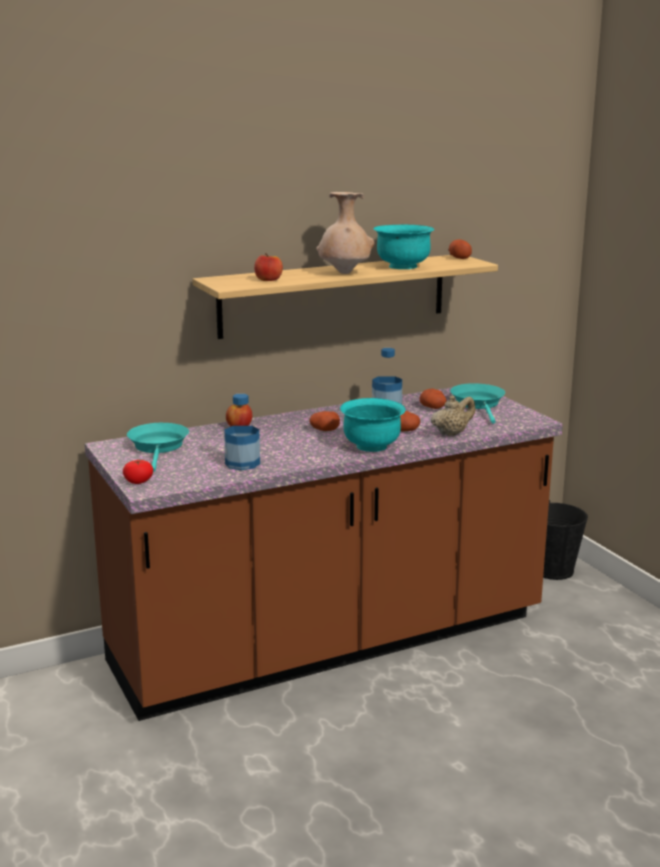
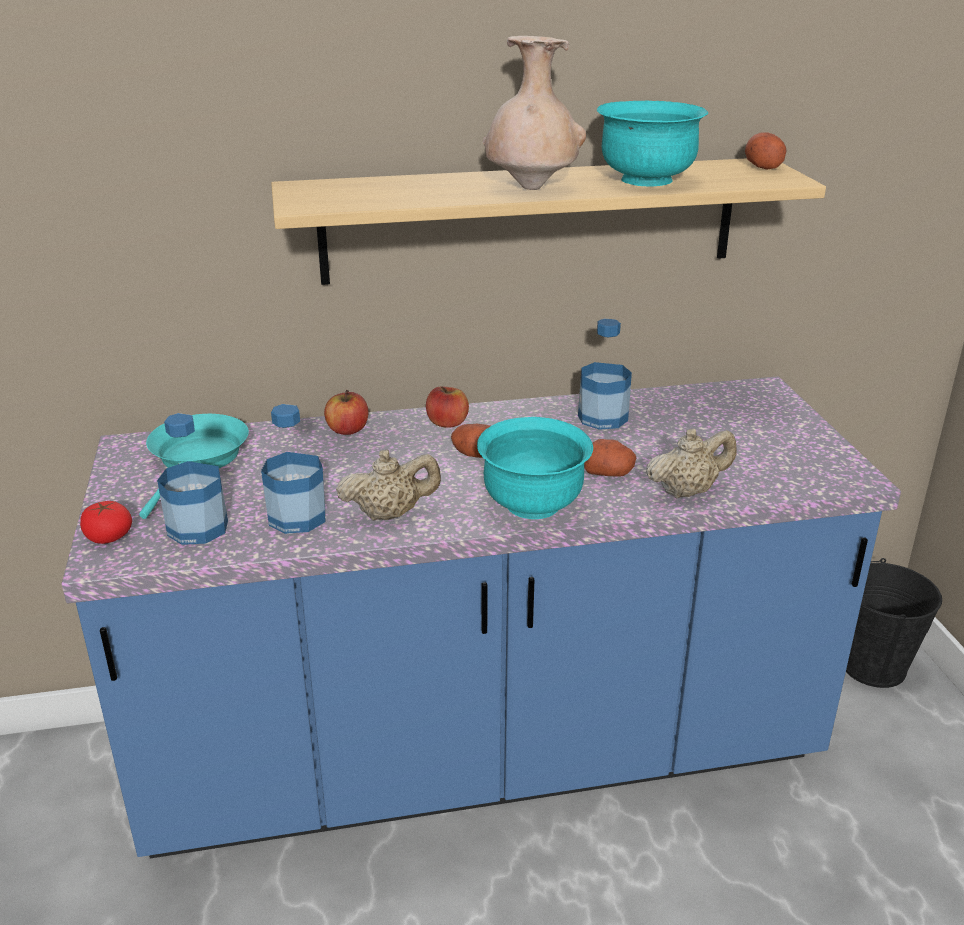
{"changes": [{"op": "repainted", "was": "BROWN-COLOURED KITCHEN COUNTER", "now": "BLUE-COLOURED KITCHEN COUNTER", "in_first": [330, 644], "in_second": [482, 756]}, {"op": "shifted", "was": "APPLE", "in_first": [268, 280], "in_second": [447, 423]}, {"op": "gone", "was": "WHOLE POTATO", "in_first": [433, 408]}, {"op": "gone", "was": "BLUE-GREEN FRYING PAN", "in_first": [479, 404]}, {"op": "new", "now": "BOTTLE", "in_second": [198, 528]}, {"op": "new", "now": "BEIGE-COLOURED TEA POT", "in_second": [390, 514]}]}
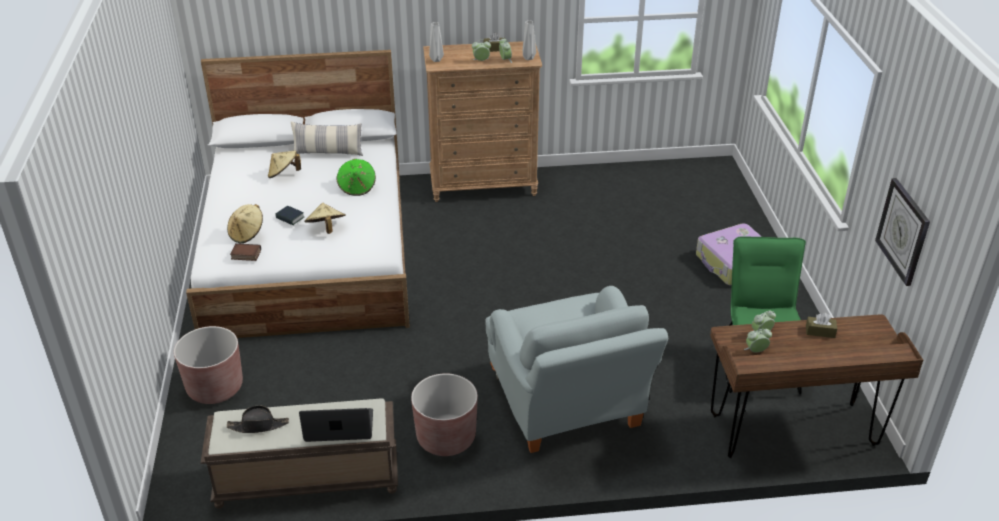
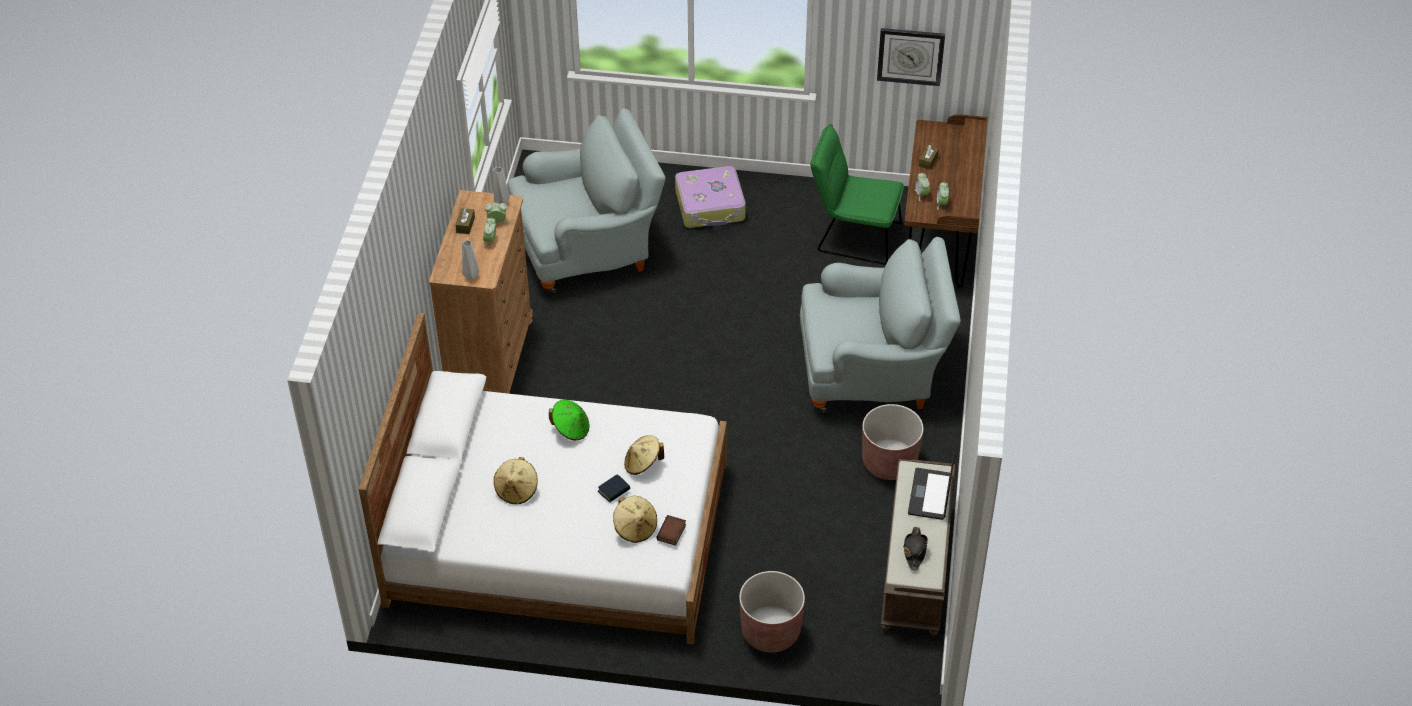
{"changes": [{"op": "gone", "was": "THROW PILLOW", "in_first": [328, 152]}, {"op": "new", "now": "GREYISH ARMCHAIR", "in_second": [589, 248]}]}
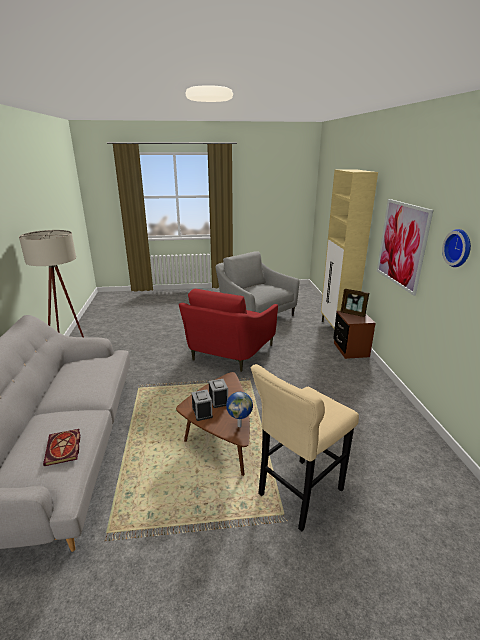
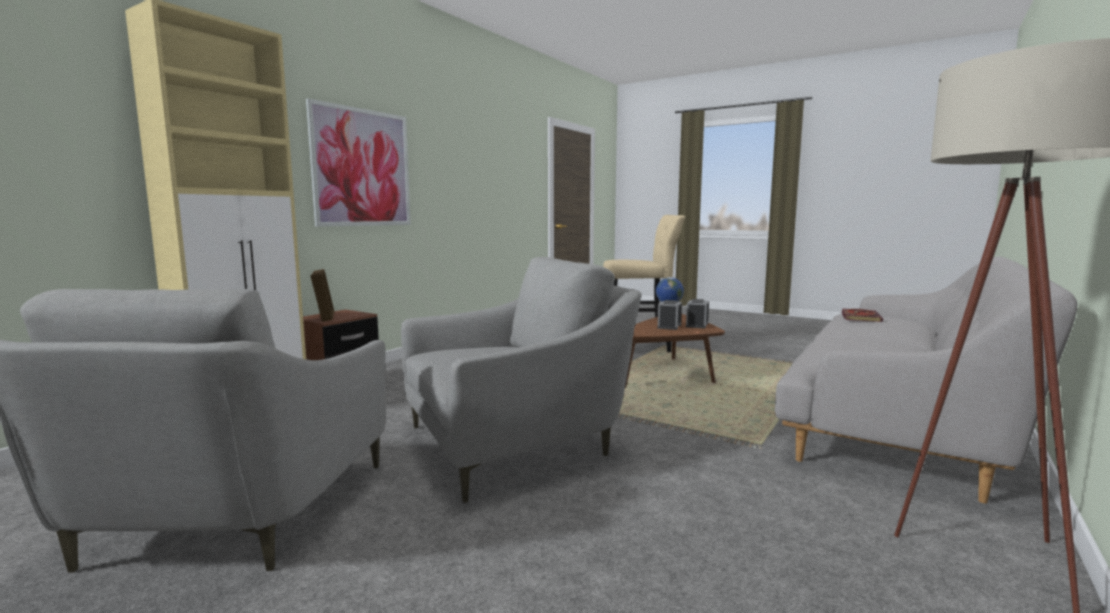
{"changes": [{"op": "repainted", "was": "RED-COLOURED ARMCHAIR", "now": "GREYISH ARMCHAIR", "in_first": [228, 353], "in_second": [516, 443]}, {"op": "gone", "was": "CLOCK ON THE WALL", "in_first": [459, 248]}]}
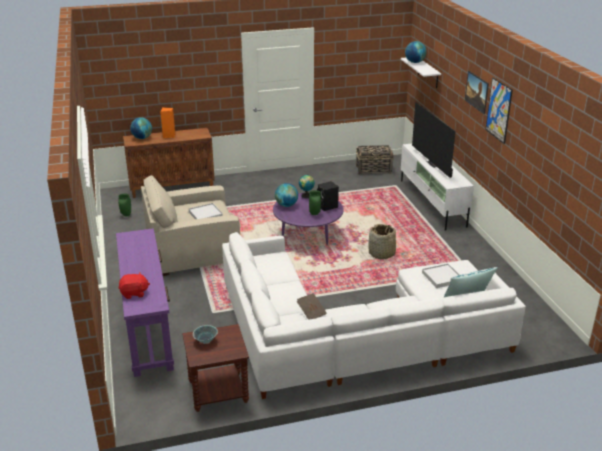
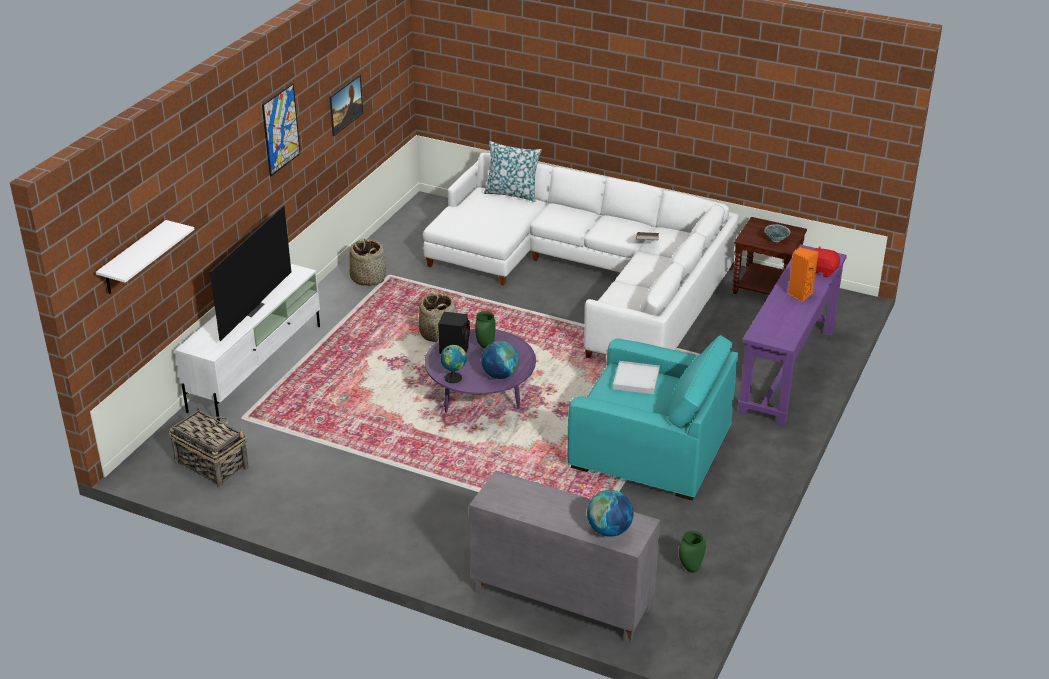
{"changes": [{"op": "repainted", "was": "BROWN-COLOURED CUPBOARD", "now": "GREYISH CUPBOARD", "in_first": [172, 187], "in_second": [560, 600]}, {"op": "repainted", "was": "BEIGE-COLOURED ARMCHAIR", "now": "BLUE-GREEN ARMCHAIR", "in_first": [192, 250], "in_second": [651, 448]}, {"op": "shifted", "was": "ORANGEY LOUDSPEAKER", "in_first": [169, 136], "in_second": [799, 294]}, {"op": "gone", "was": "GLOBE", "in_first": [414, 62]}, {"op": "gone", "was": "WHITE-COLOURED CARRYING TRAY", "in_first": [442, 277]}, {"op": "shifted", "was": "WALL ART", "in_first": [476, 99], "in_second": [346, 114]}, {"op": "new", "now": "HOUSEHOLD BASKET", "in_second": [368, 278]}]}
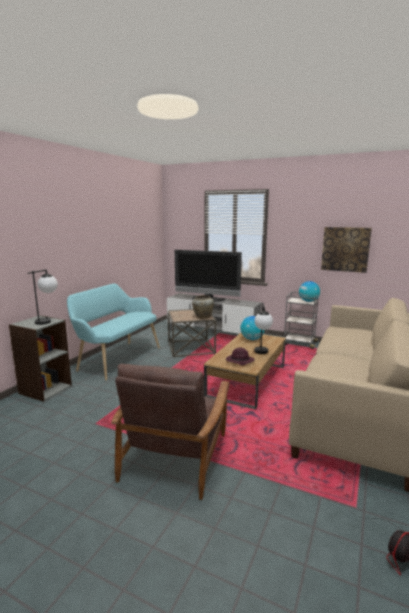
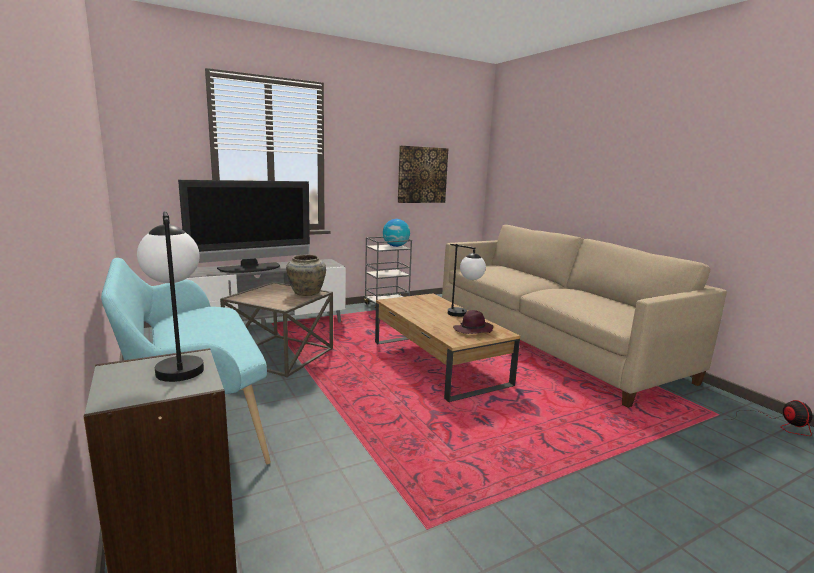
{"changes": [{"op": "gone", "was": "BROWN-COLOURED ARMCHAIR", "in_first": [176, 455]}, {"op": "gone", "was": "GLOBE", "in_first": [252, 339]}]}
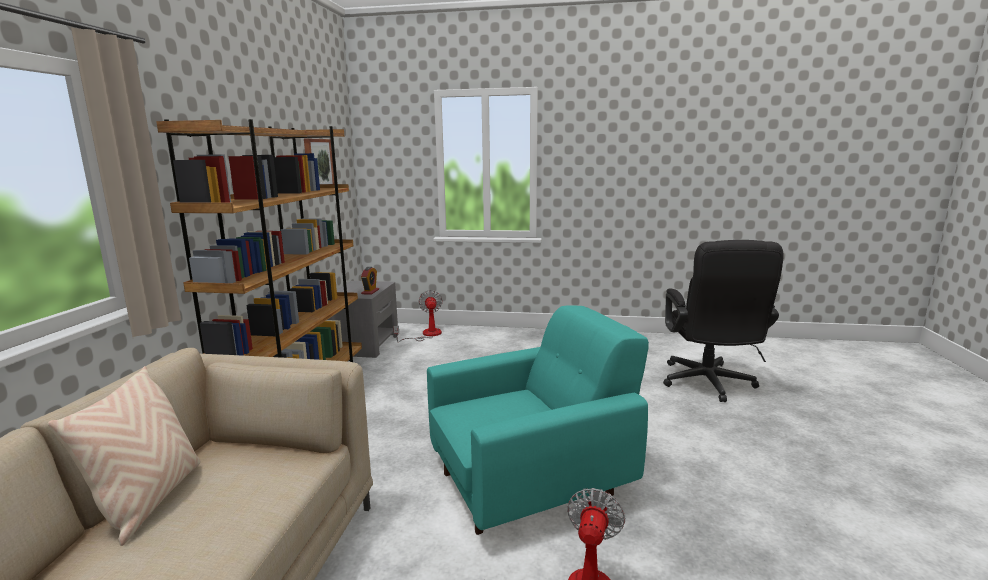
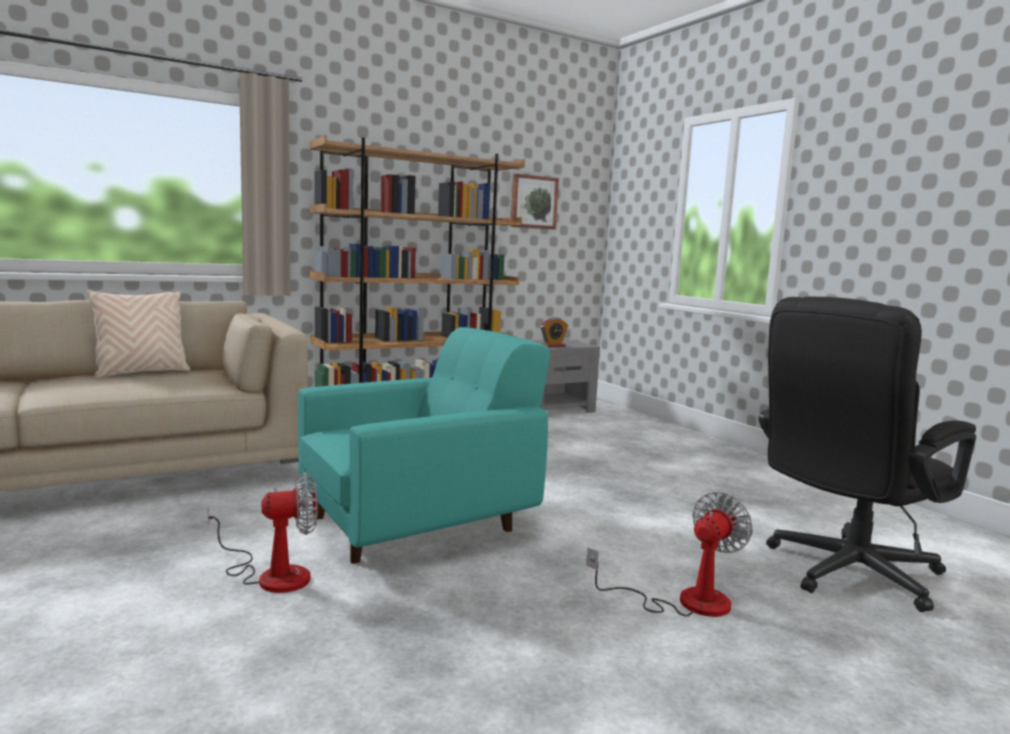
{"changes": [{"op": "shifted", "was": "ELECTRIC FAN", "in_first": [426, 335], "in_second": [685, 602]}, {"op": "rotated", "was": "BLUE-GREEN ARMCHAIR", "in_first": [532, 482], "in_second": [420, 523], "clockwise": -60}]}
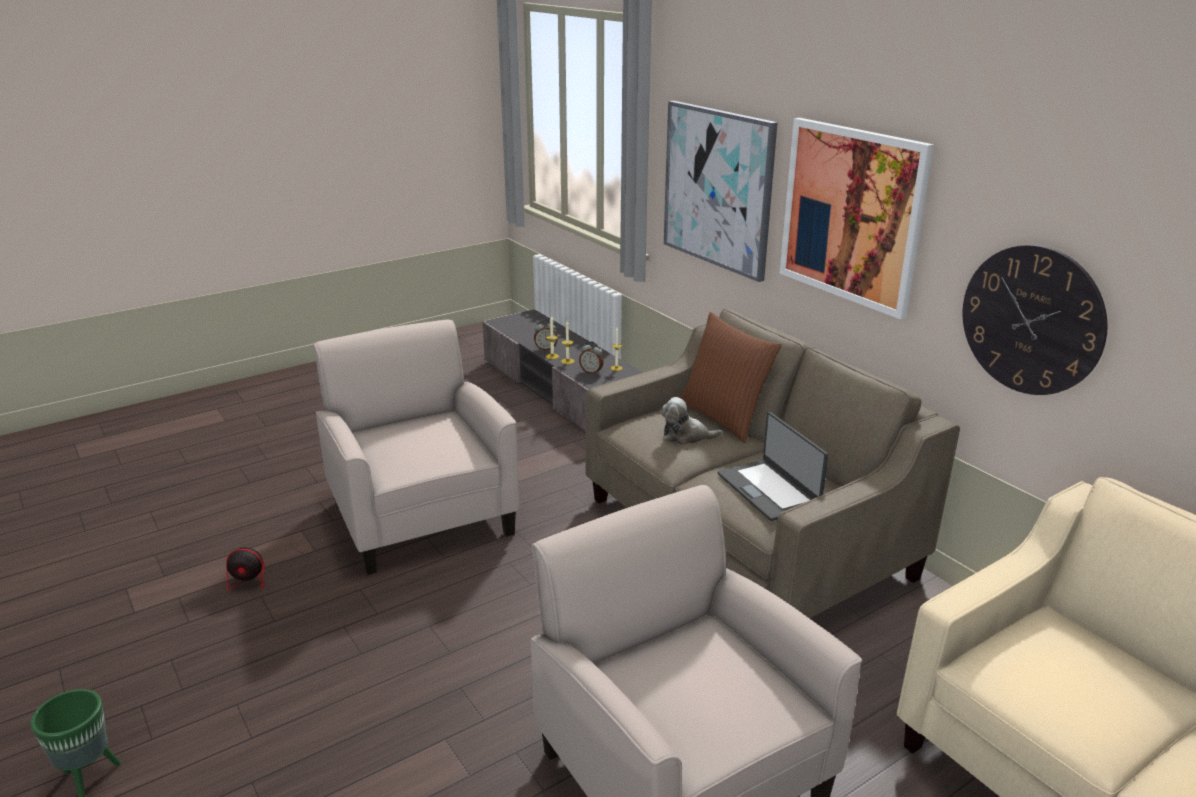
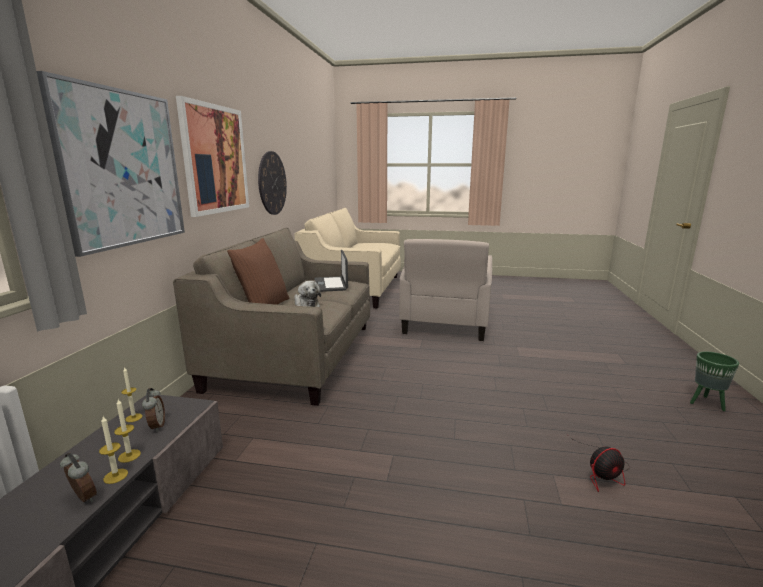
{"changes": [{"op": "rotated", "was": "ELECTRIC FAN", "in_first": [266, 575], "in_second": [603, 472], "clockwise": 120}, {"op": "gone", "was": "BEIGE-COLOURED ARMCHAIR", "in_first": [421, 516]}, {"op": "rotated", "was": "NOTEBOOK COMPUTER", "in_first": [769, 490], "in_second": [331, 284], "clockwise": 150}]}
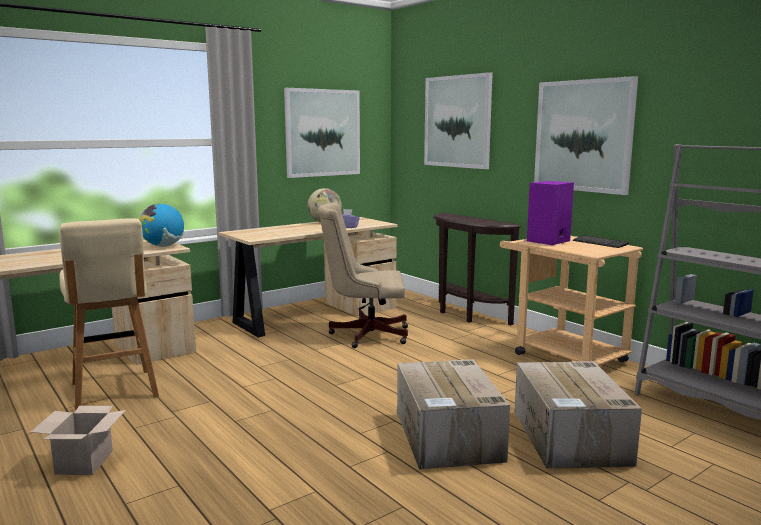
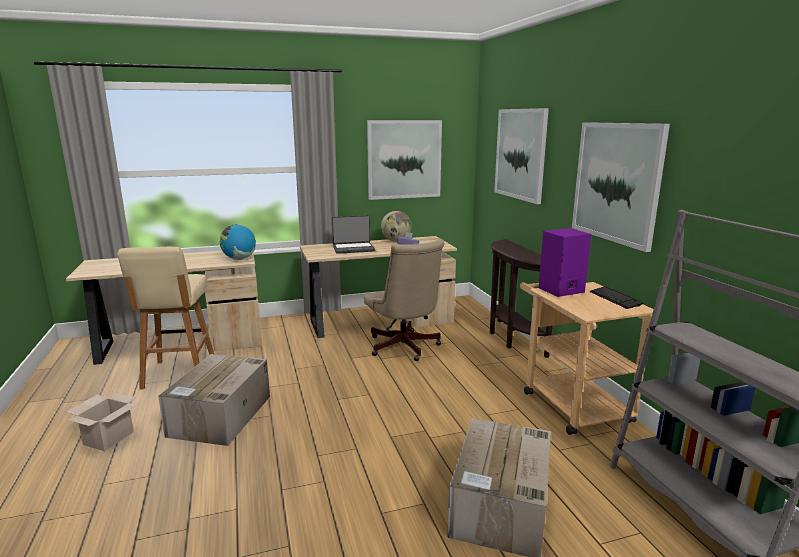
{"changes": [{"op": "rotated", "was": "BEIGE-COLOURED DESK CHAIR", "in_first": [365, 334], "in_second": [404, 348], "clockwise": -135}, {"op": "shifted", "was": "PACKING BOX", "in_first": [448, 436], "in_second": [220, 416]}, {"op": "new", "now": "NOTEBOOK COMPUTER", "in_second": [353, 248]}]}
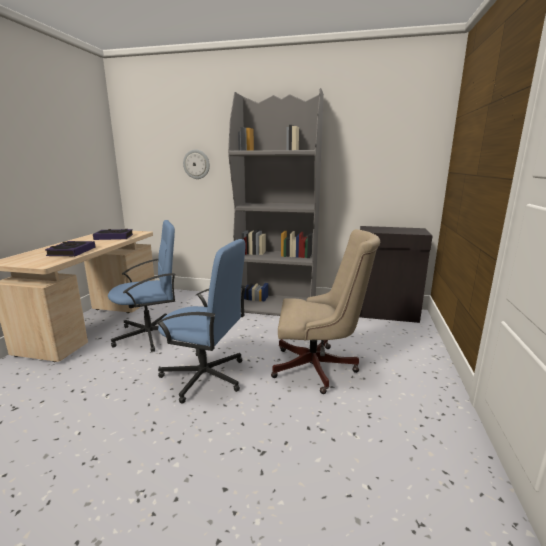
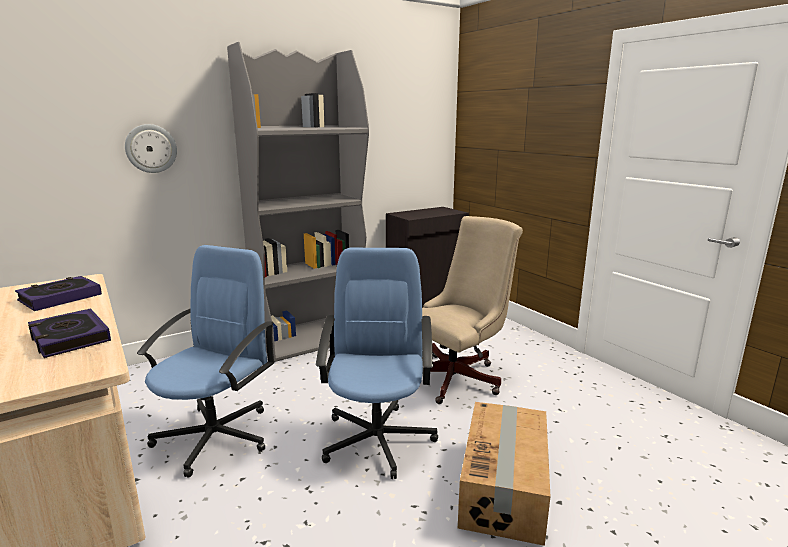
{"changes": [{"op": "rotated", "was": "BLUE-COLOURED DESK CHAIR", "in_first": [205, 377], "in_second": [378, 439], "clockwise": -60}, {"op": "new", "now": "PACKING BOX", "in_second": [505, 487]}]}
